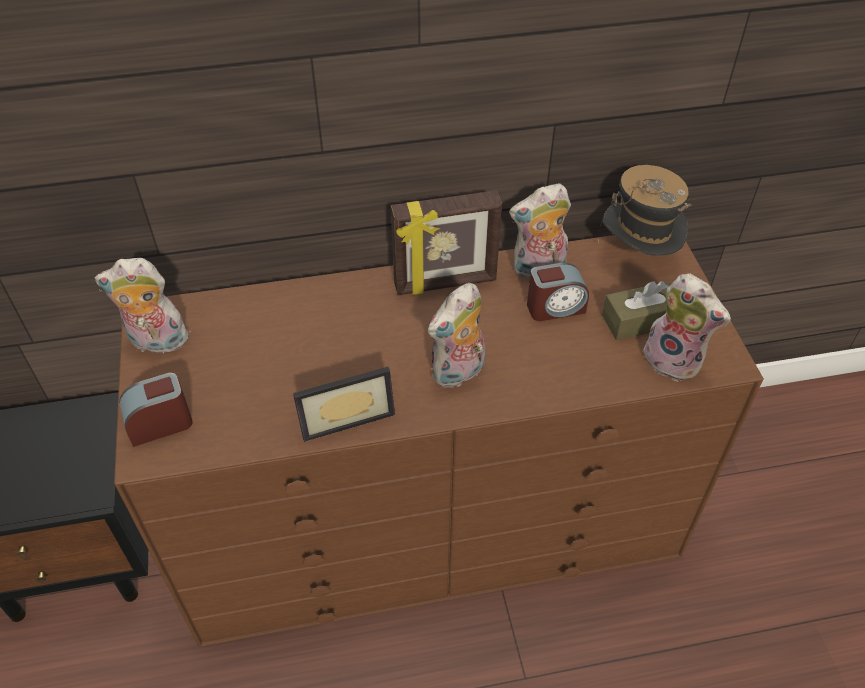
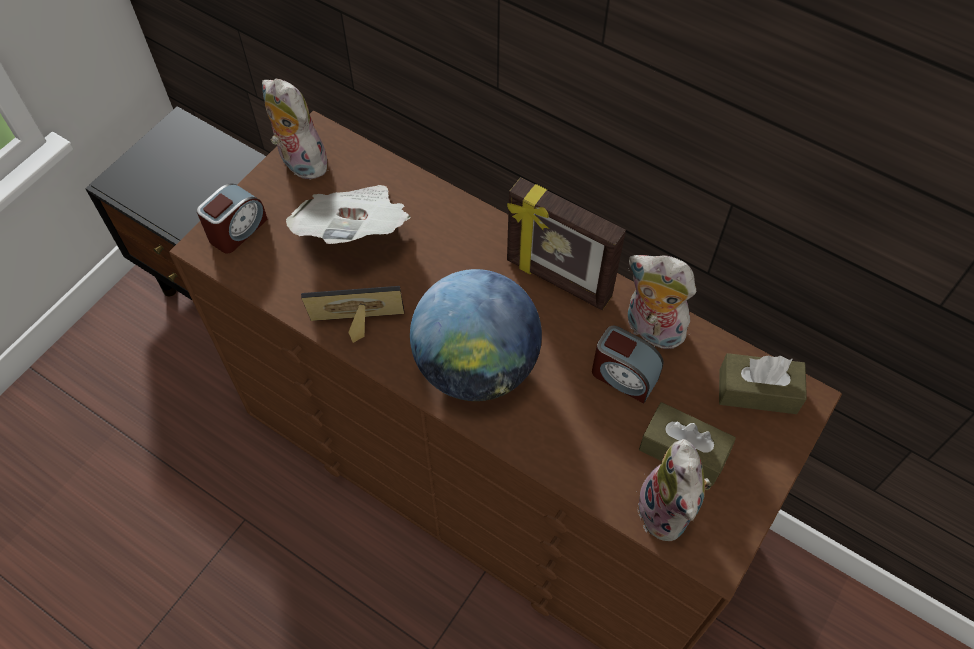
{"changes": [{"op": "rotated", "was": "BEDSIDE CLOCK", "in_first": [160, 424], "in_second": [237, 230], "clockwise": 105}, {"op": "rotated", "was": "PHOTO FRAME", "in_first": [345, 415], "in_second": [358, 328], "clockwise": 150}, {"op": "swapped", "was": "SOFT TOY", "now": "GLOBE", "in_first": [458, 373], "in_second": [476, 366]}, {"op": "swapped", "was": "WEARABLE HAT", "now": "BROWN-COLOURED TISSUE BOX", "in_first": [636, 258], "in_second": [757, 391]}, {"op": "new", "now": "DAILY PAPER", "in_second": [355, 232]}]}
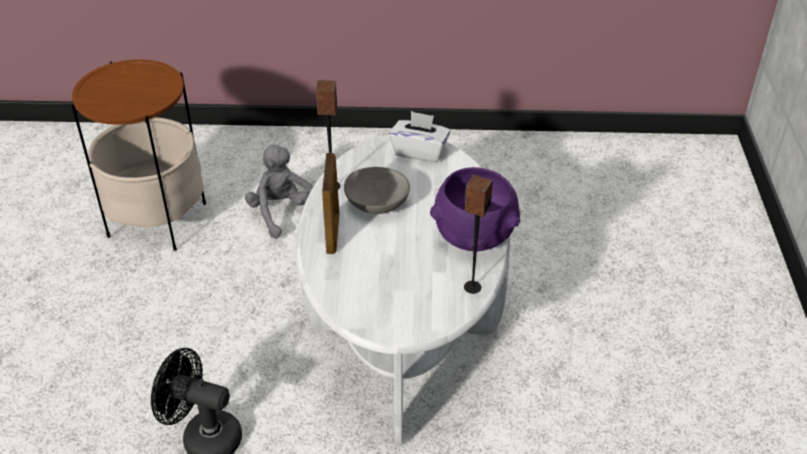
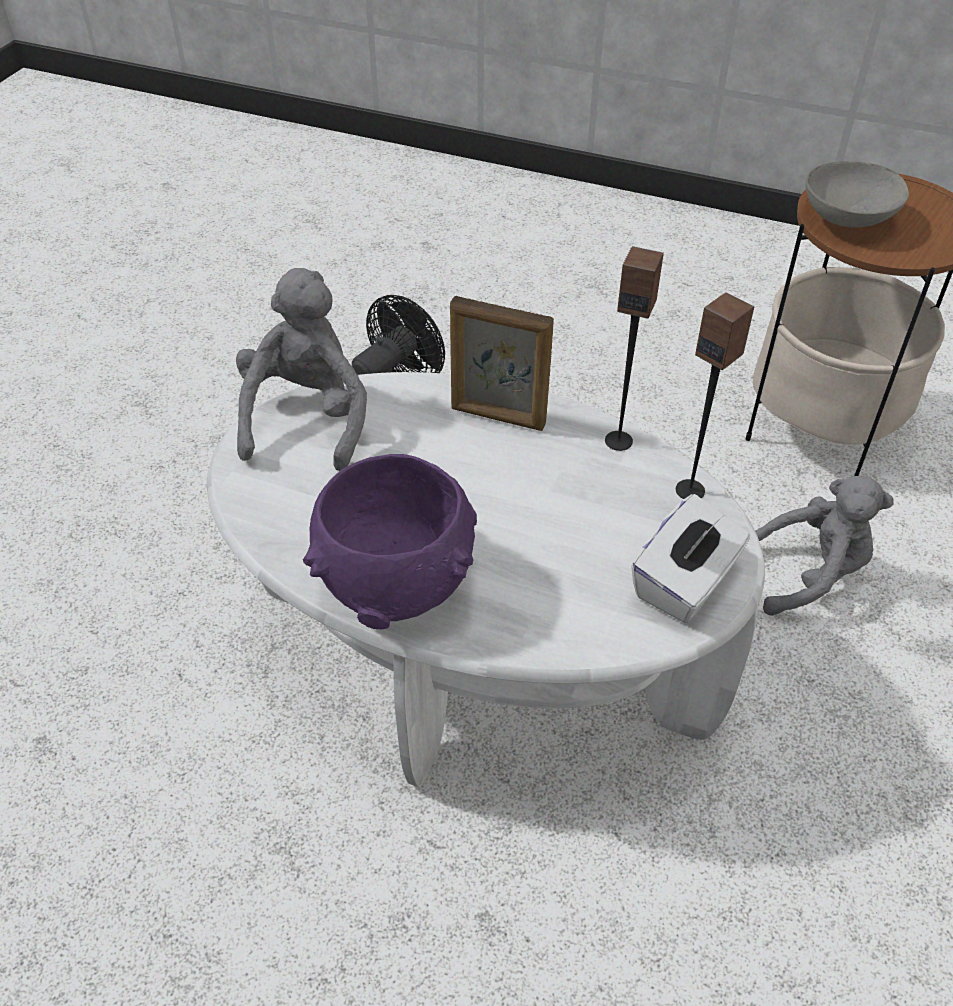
{"changes": [{"op": "shifted", "was": "GREYISH DEEP DISH", "in_first": [376, 204], "in_second": [846, 217]}, {"op": "shifted", "was": "LOUDSPEAKER", "in_first": [472, 287], "in_second": [690, 490]}, {"op": "new", "now": "GREYISH SOFT TOY", "in_second": [307, 419]}]}
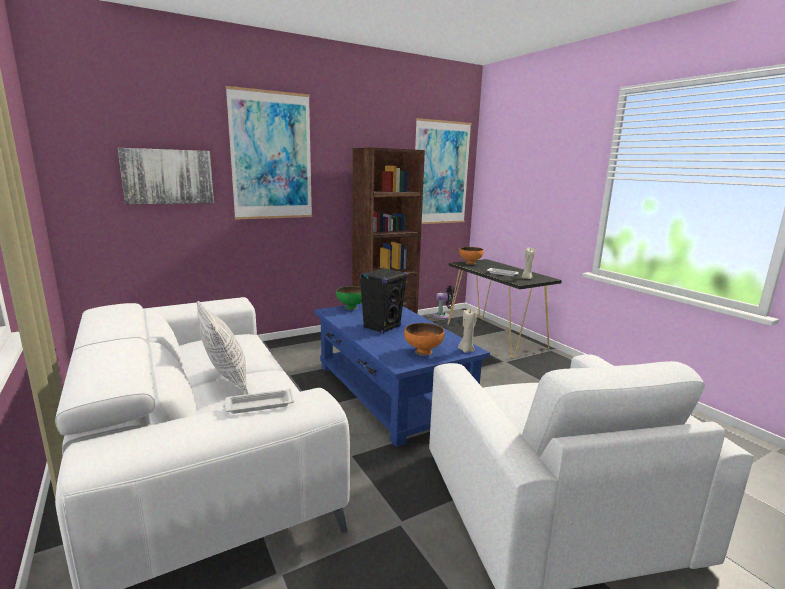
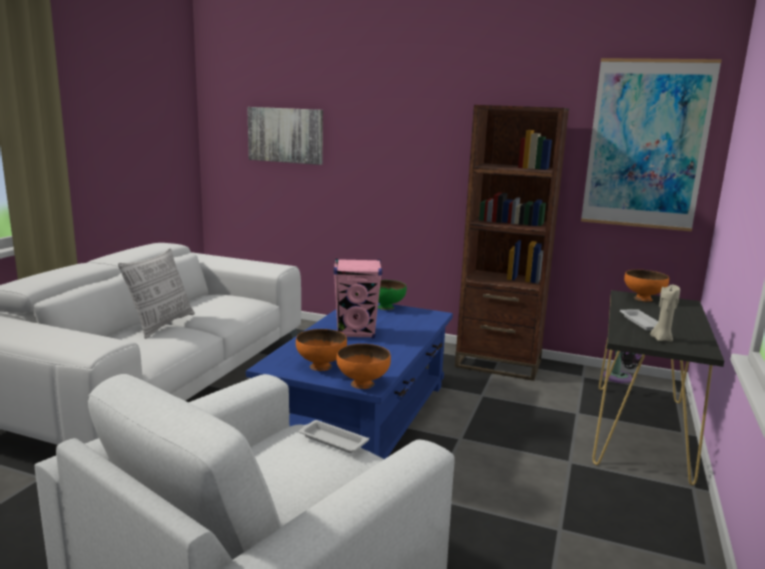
{"changes": [{"op": "shifted", "was": "WHITE-COLOURED CARRYING TRAY", "in_first": [258, 405], "in_second": [332, 440]}, {"op": "gone", "was": "WALL ART", "in_first": [271, 156]}, {"op": "repainted", "was": "BLACKISH LOUDSPEAKER", "now": "PINK-COLOURED LOUDSPEAKER", "in_first": [382, 327], "in_second": [356, 333]}, {"op": "swapped", "was": "BEIGE-COLOURED CANDLE", "now": "ORANGEY DEEP DISH", "in_first": [466, 350], "in_second": [363, 384]}]}
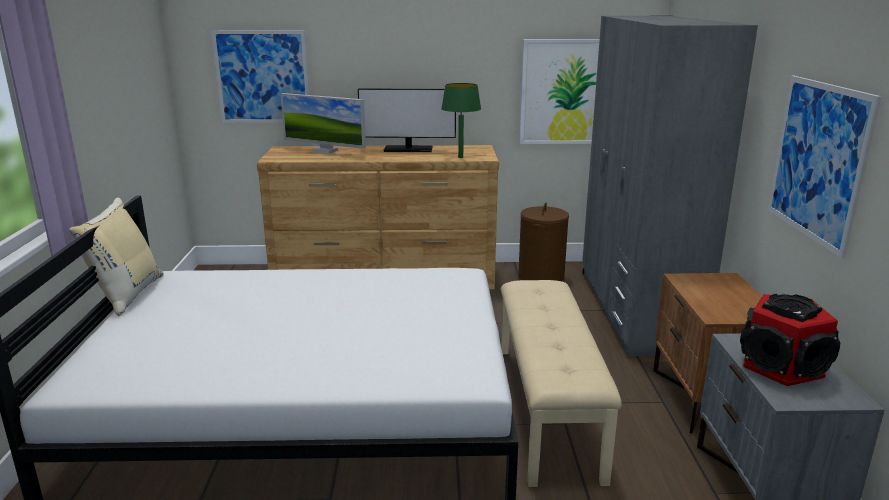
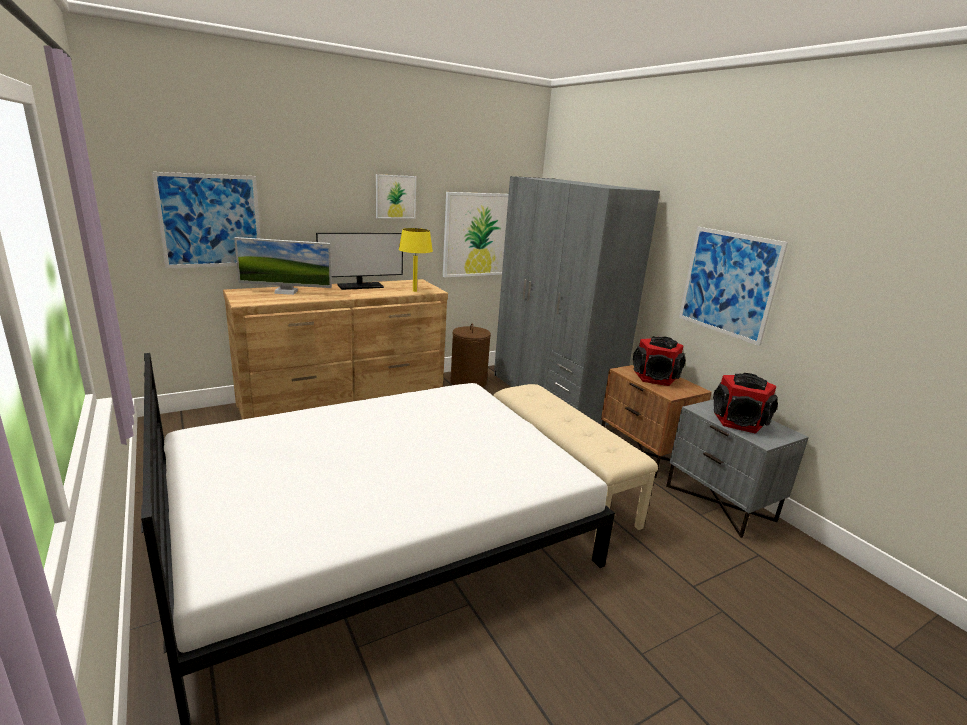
{"changes": [{"op": "gone", "was": "BEIGE-COLOURED THROW PILLOW", "in_first": [127, 294]}, {"op": "repainted", "was": "GREENISH LAMP FOR A TABLE", "now": "YELLOW-COLOURED LAMP FOR A TABLE", "in_first": [461, 157], "in_second": [414, 291]}, {"op": "new", "now": "WALL ART", "in_second": [395, 197]}, {"op": "new", "now": "LOUDSPEAKER", "in_second": [655, 377]}]}
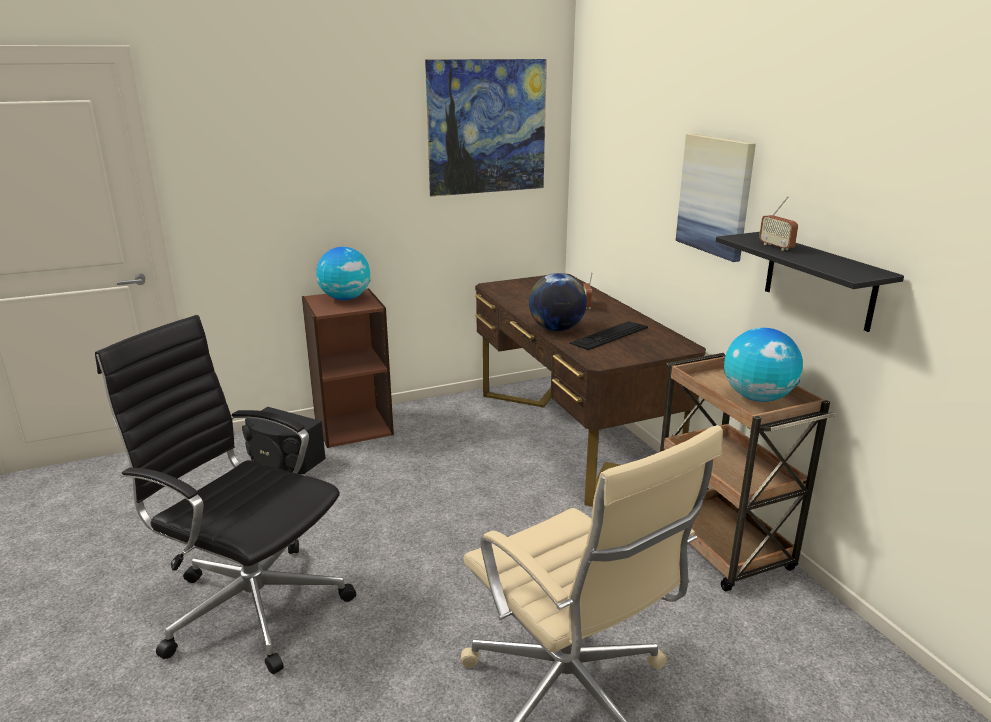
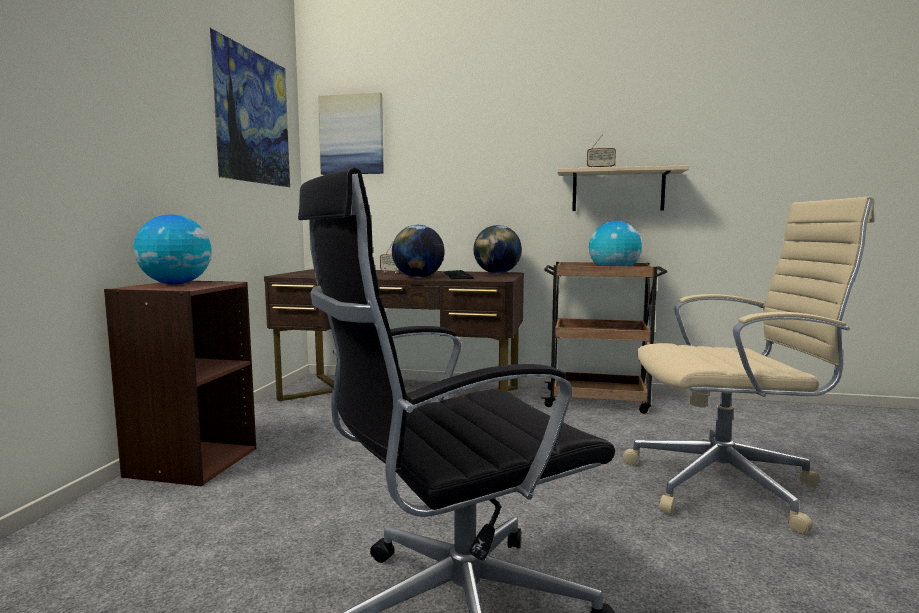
{"changes": [{"op": "gone", "was": "BLACKISH LOUDSPEAKER", "in_first": [284, 460]}, {"op": "shifted", "was": "WALL ART", "in_first": [715, 195], "in_second": [352, 135]}, {"op": "repainted", "was": "BLACKISH BRACKET SHELF", "now": "BEIGE-COLOURED BRACKET SHELF", "in_first": [819, 280], "in_second": [618, 191]}, {"op": "new", "now": "GLOBE", "in_second": [497, 273]}]}
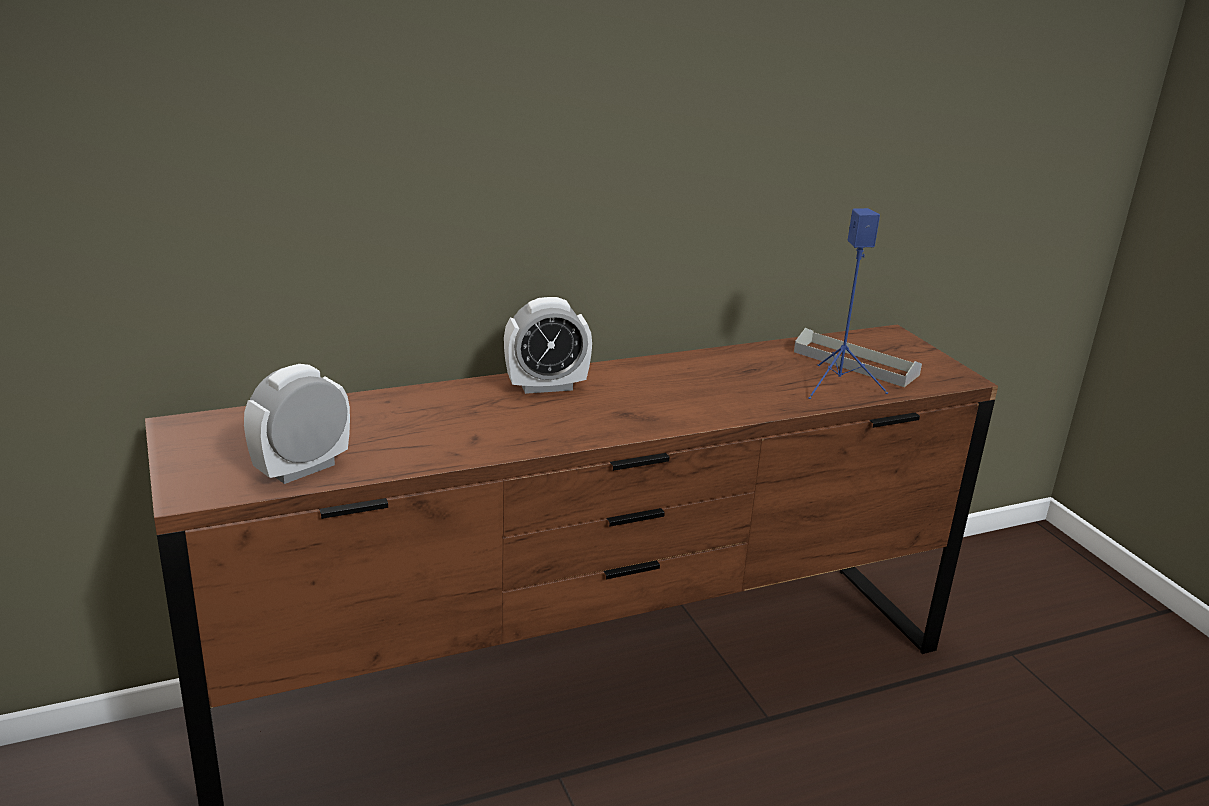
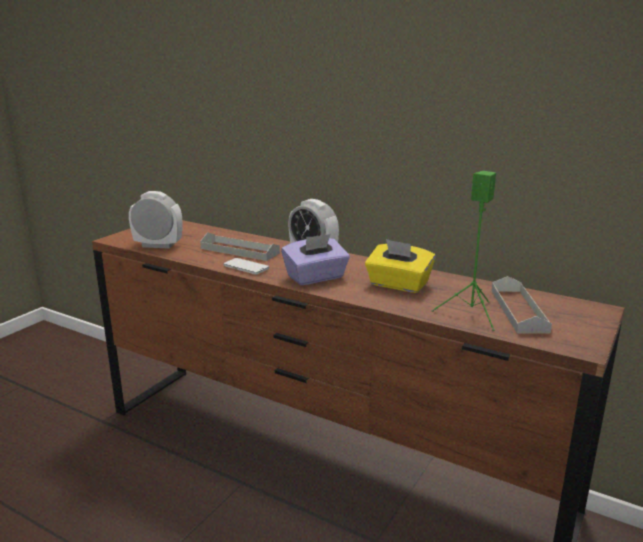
{"changes": [{"op": "repainted", "was": "BLUE-COLOURED LOUDSPEAKER", "now": "GREENISH LOUDSPEAKER", "in_first": [839, 385], "in_second": [472, 314]}, {"op": "new", "now": "GREYISH CARRYING TRAY", "in_second": [239, 251]}, {"op": "new", "now": "PHONE", "in_second": [246, 267]}, {"op": "new", "now": "PURPLISH TISSUE BOX", "in_second": [316, 277]}, {"op": "new", "now": "YELLOW-COLOURED TISSUE BOX", "in_second": [398, 285]}]}
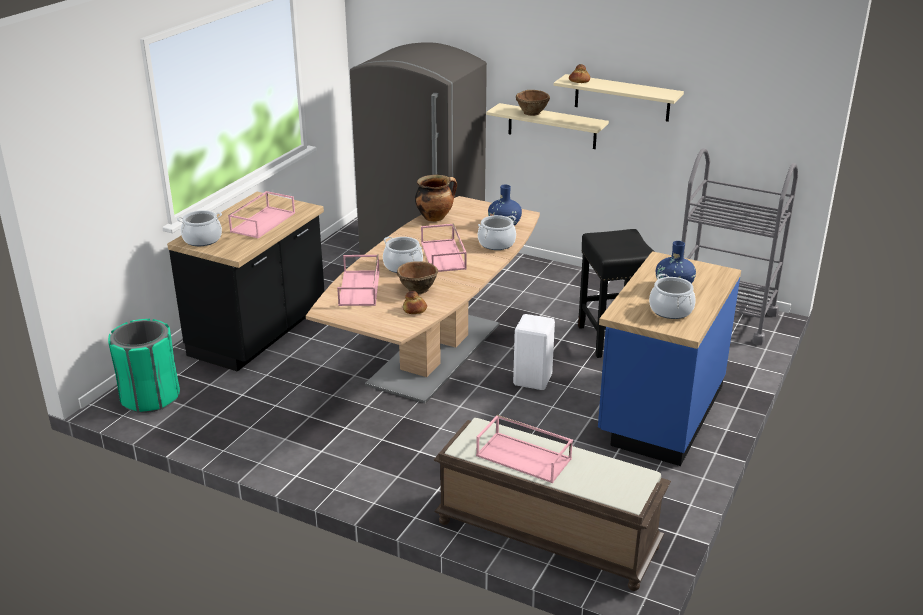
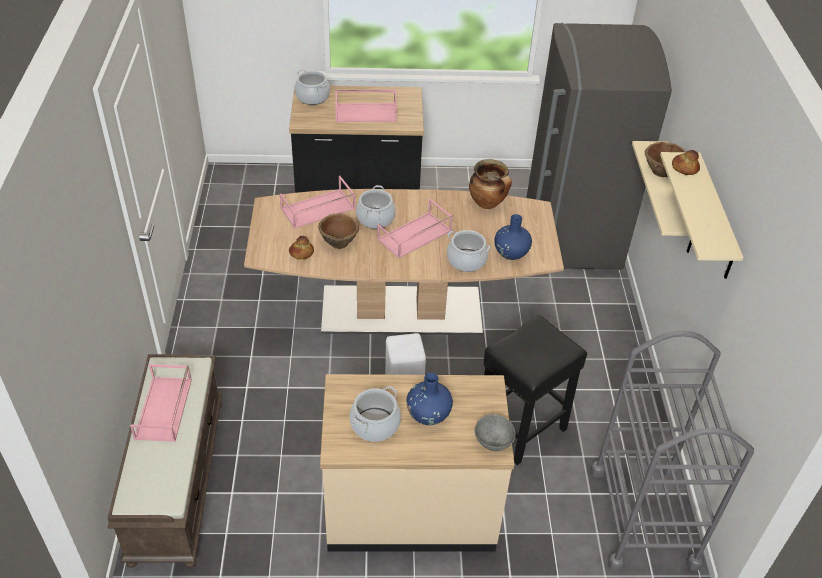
{"changes": [{"op": "gone", "was": "GREENISH RUBBISH BIN", "in_first": [151, 397]}, {"op": "repainted", "was": "BLUE-COLOURED KITCHEN COUNTER", "now": "BEIGE-COLOURED KITCHEN COUNTER", "in_first": [659, 412], "in_second": [410, 508]}, {"op": "new", "now": "GREYISH DEEP DISH", "in_second": [493, 442]}]}
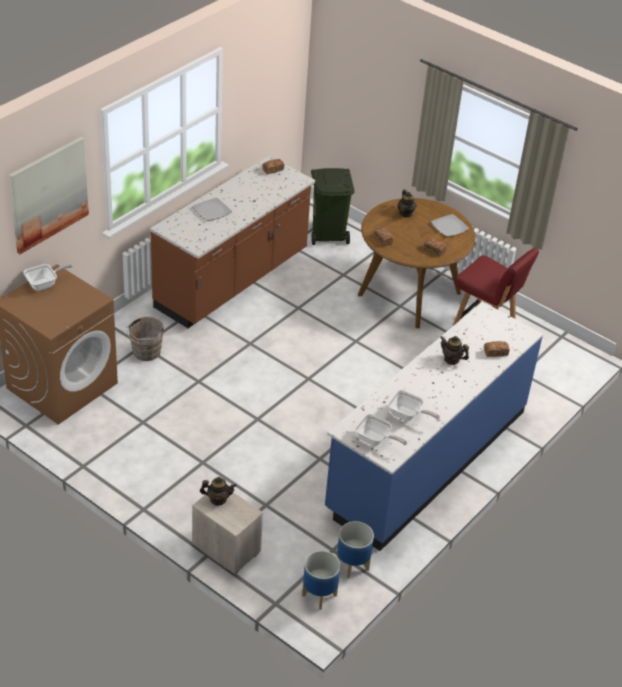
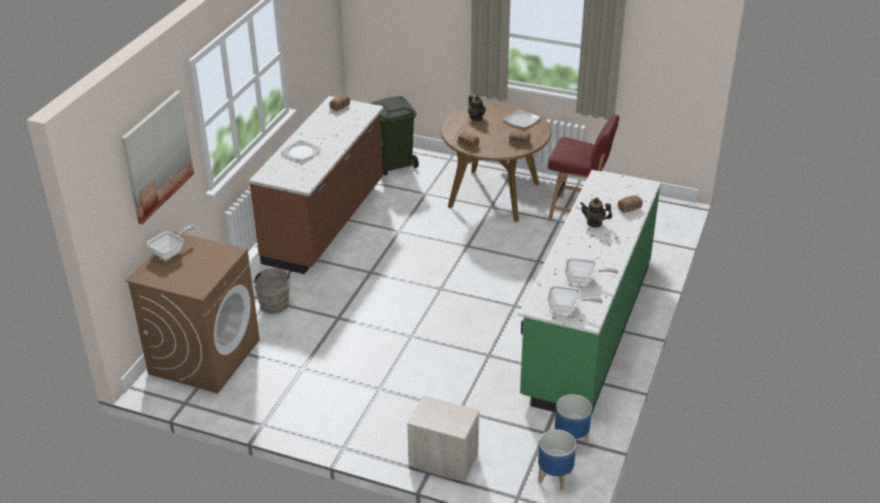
{"changes": [{"op": "gone", "was": "TEA POT", "in_first": [218, 499]}, {"op": "repainted", "was": "BLUE-COLOURED KITCHEN COUNTER", "now": "GREENISH KITCHEN COUNTER", "in_first": [426, 459], "in_second": [586, 329]}]}
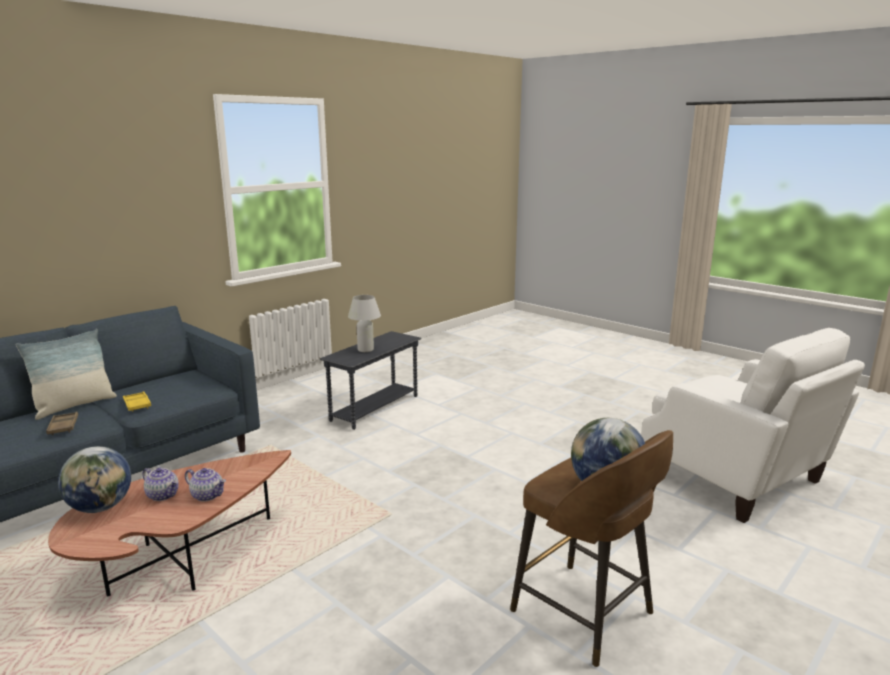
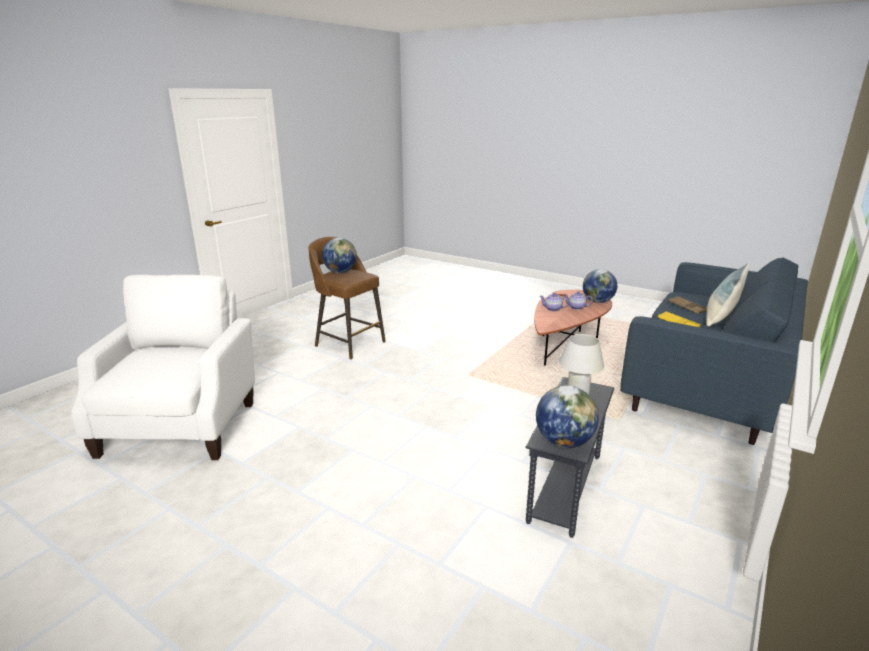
{"changes": [{"op": "rotated", "was": "WHITE-COLOURED ARMCHAIR", "in_first": [736, 479], "in_second": [182, 426], "clockwise": 45}, {"op": "new", "now": "GLOBE", "in_second": [564, 442]}]}
